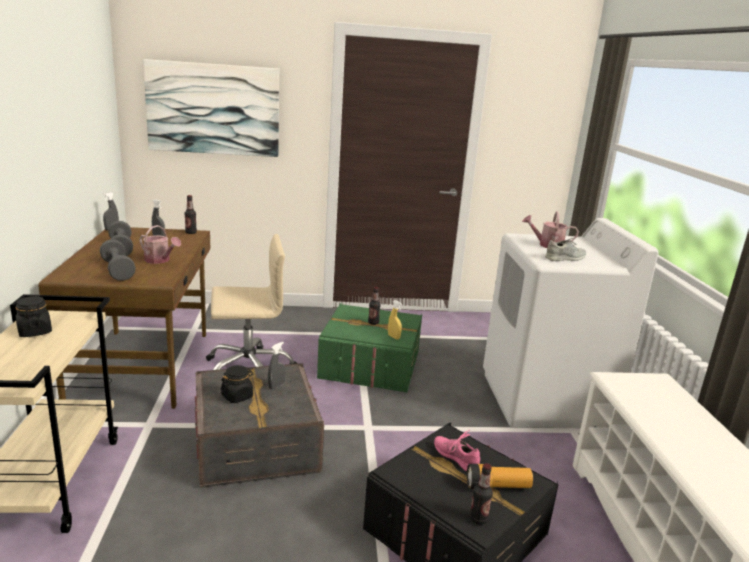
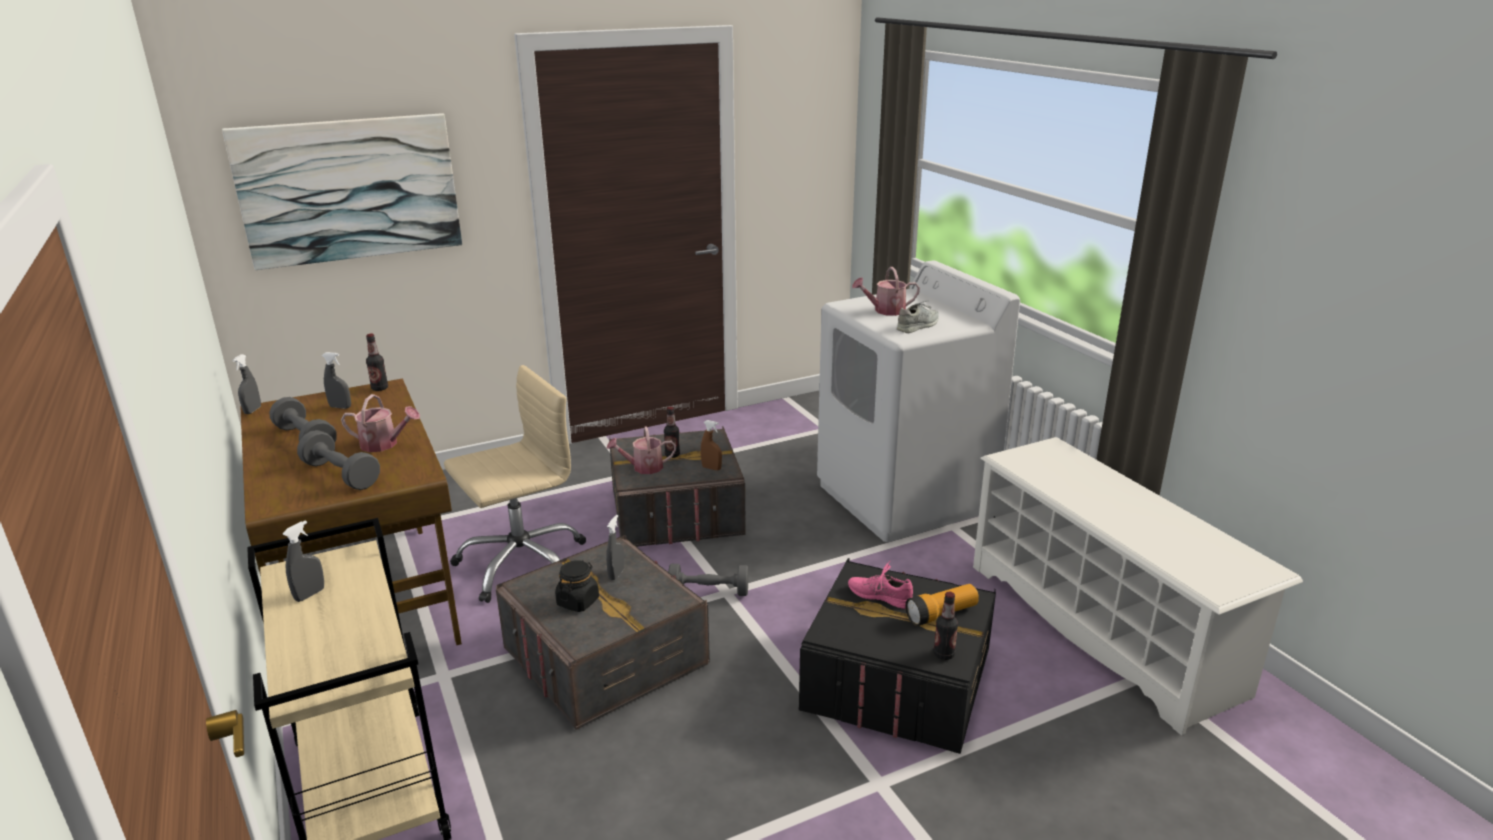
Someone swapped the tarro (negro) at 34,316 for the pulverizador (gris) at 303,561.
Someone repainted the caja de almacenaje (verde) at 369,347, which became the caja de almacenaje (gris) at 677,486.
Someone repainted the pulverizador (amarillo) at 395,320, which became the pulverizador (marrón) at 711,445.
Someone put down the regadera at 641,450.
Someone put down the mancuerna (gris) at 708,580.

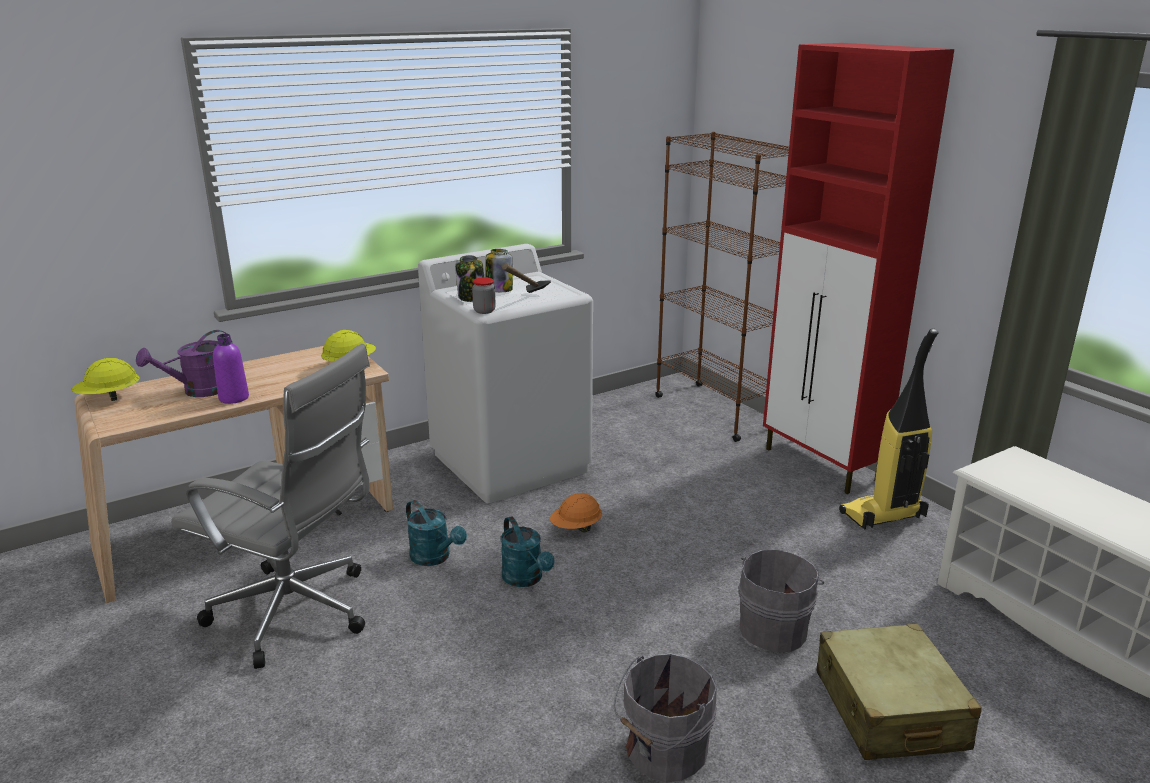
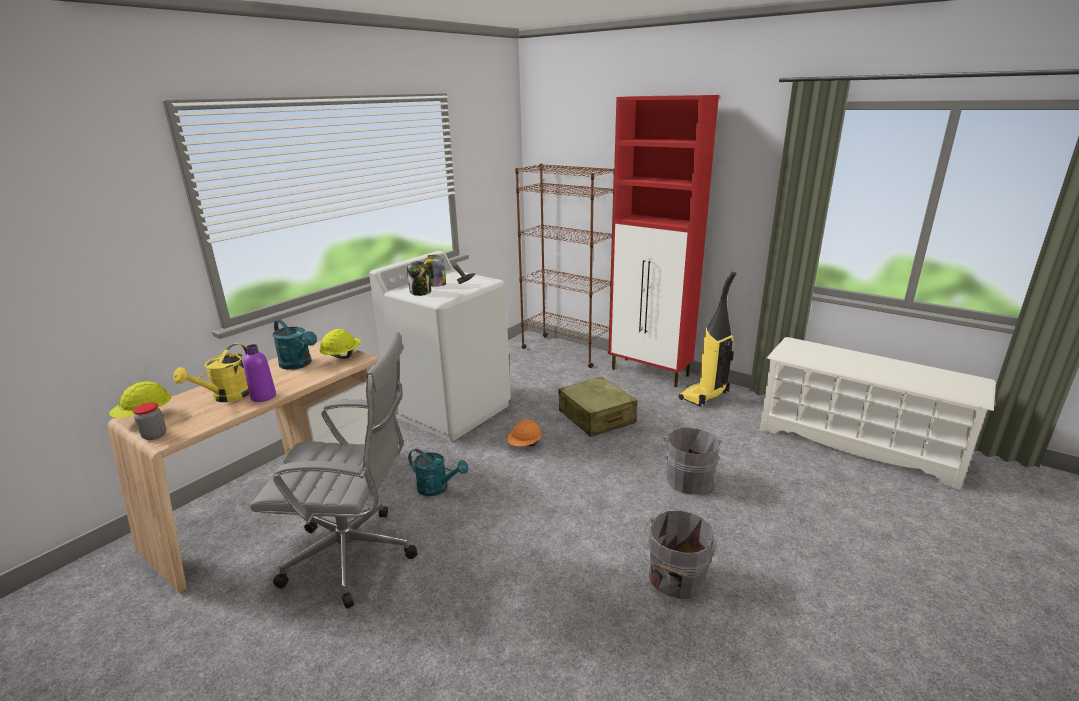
Someone repainted the regadera (morado) at 184,363, which became the regadera (amarillo) at 211,373.
Someone carried the tarro from 484,295 to 149,421.
Someone carried the regadera (turquesa) from 527,551 to 294,345.
Someone carried the maleta (beis) from 899,692 to 597,407.

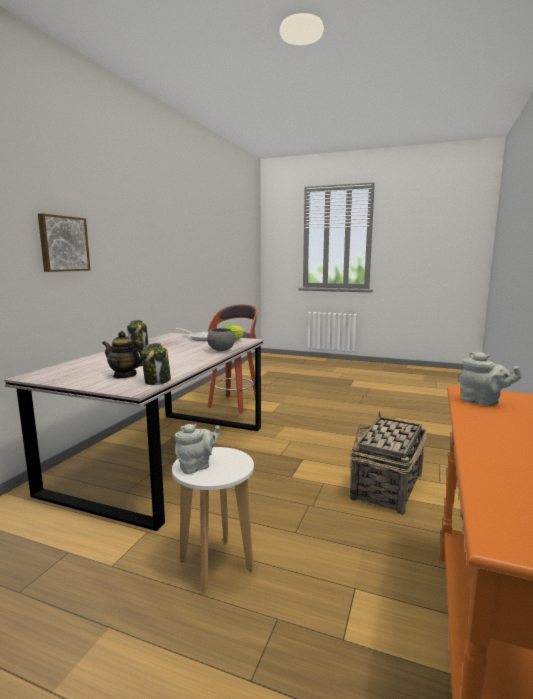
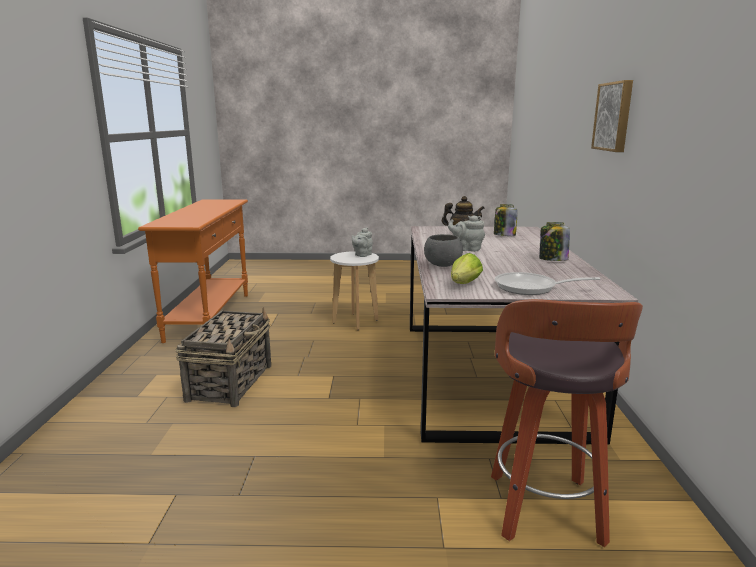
Someone carried the tarro from 156,364 to 506,220.
Someone carried the tetera (gris) from 490,379 to 466,233.

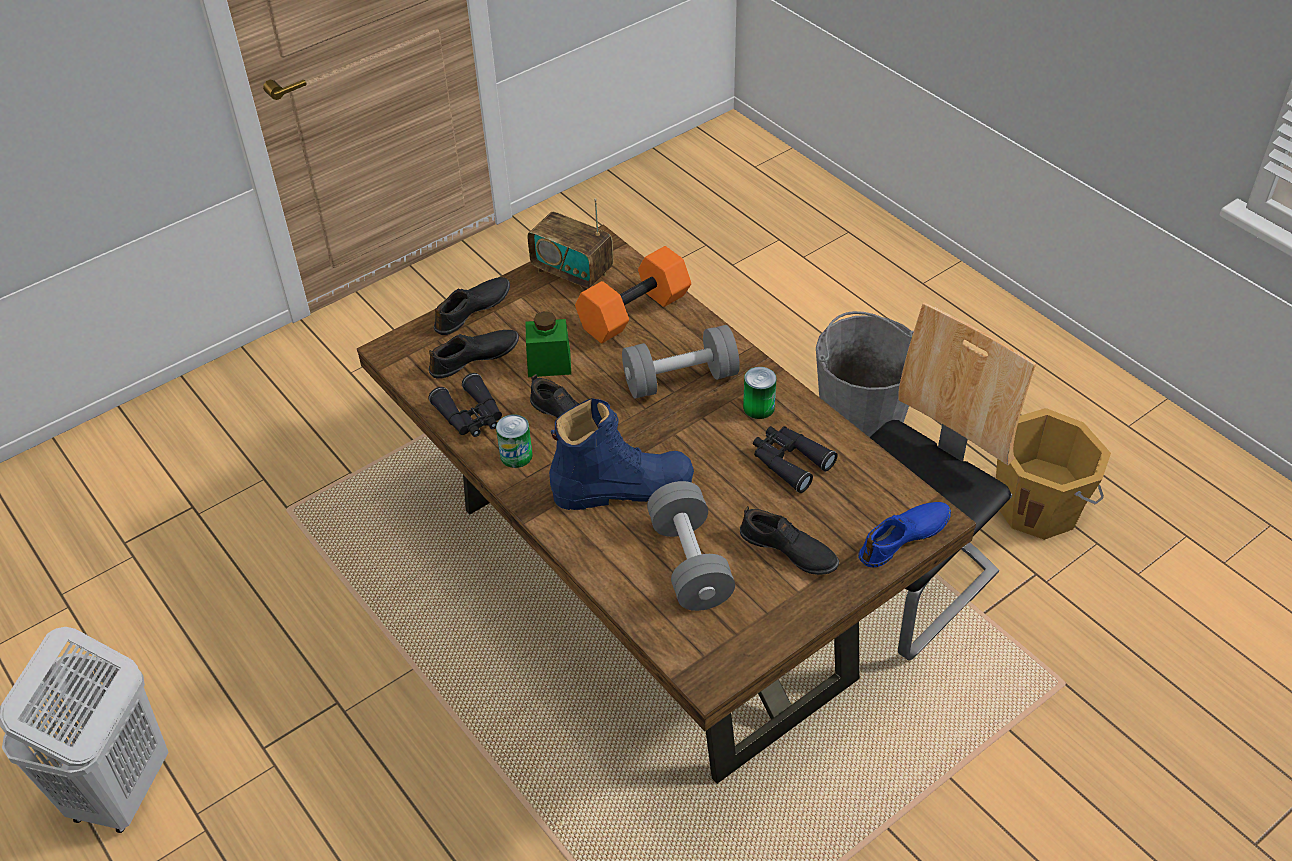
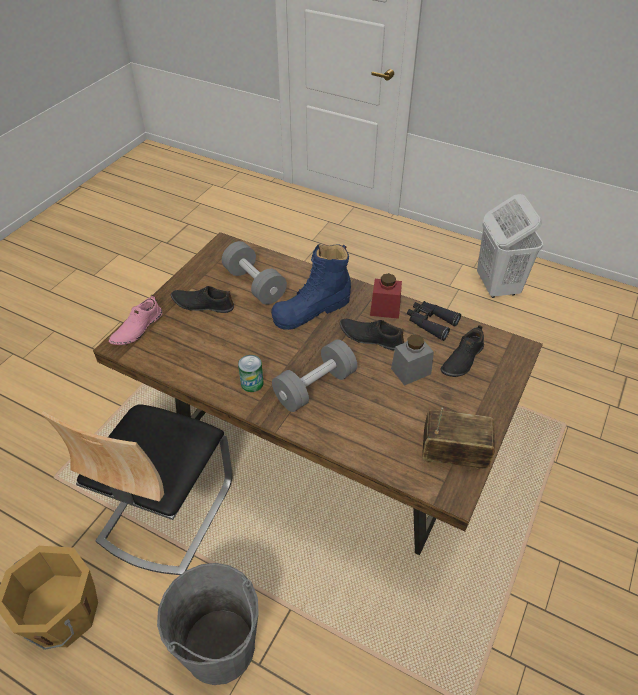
Someone took away the zapato (negro) at 472,306.
Someone swapped the lata at 514,441 for the tarro (rojo) at 386,296.
Someone repainted the tarro (verde) at 548,344, which became the tarro (gris) at 412,360.
Someone took away the mancuerna (naranja) at 633,294.
Someone took away the prismáticos (negro) at 795,459.
Someone repainted the zapato (azul) at 904,535, which became the zapato (rosa) at 135,320.

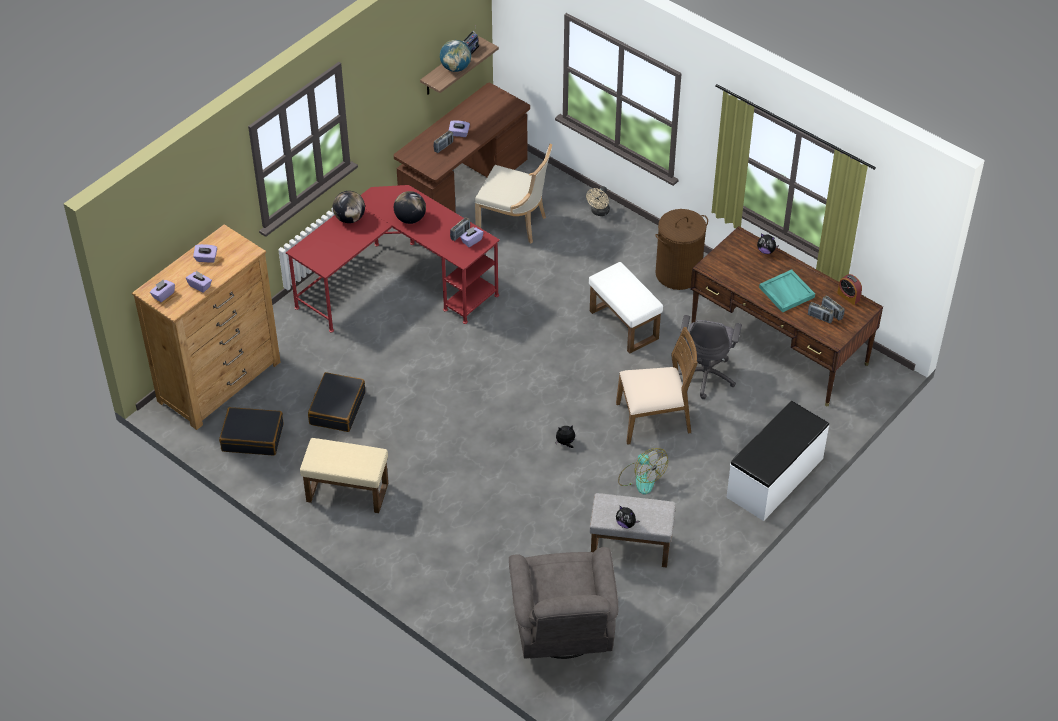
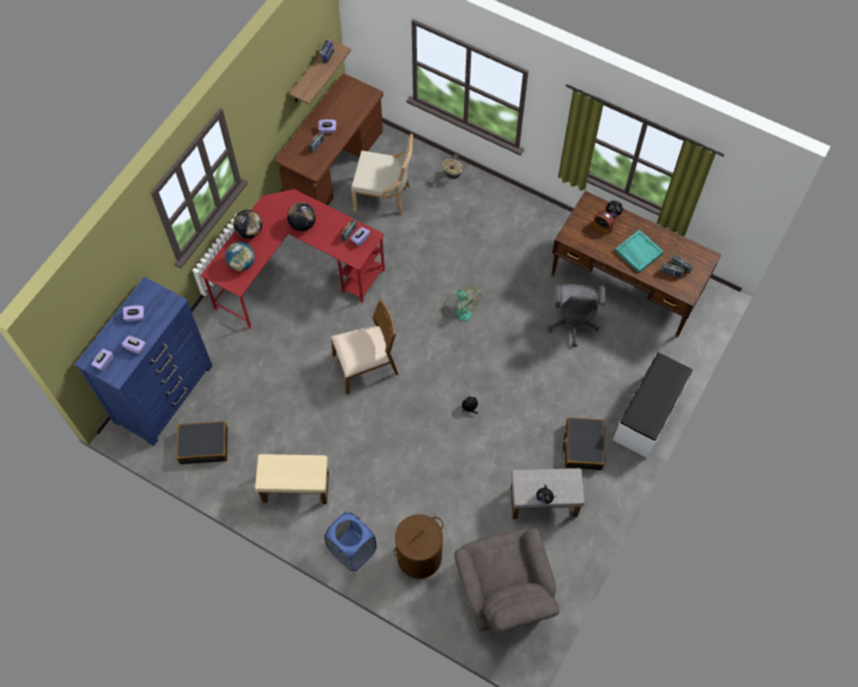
Someone repainted the cómoda (marrón) at 206,327, which became the cómoda (azul) at 143,361.
Someone carried the maleta (negro) from 336,402 to 584,443.
Someone carried the globo terráqueo from 455,56 to 240,256.
Someone took away the puf (blanco) at 626,307.
Someone carried the silla (marrón) from 657,386 to 365,346.
Someone carried the ventilador from 643,471 to 462,304.
Someone carried the cesto de la ropa (marrón) from 681,249 to 418,546.
Someone carried the despertador from 849,289 to 603,223.
Someone put down the cesto de la ropa (azul) at 350,541.

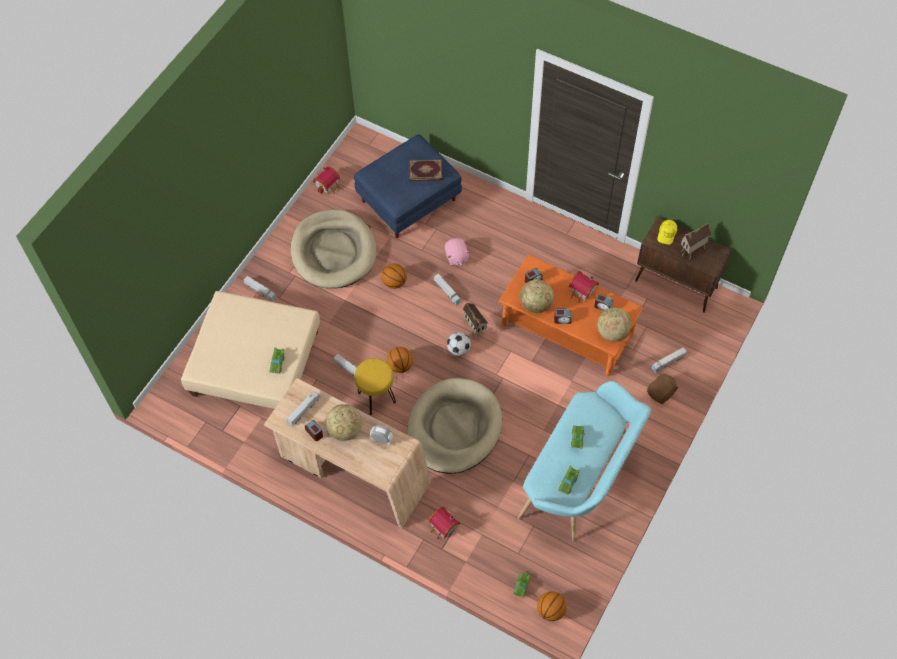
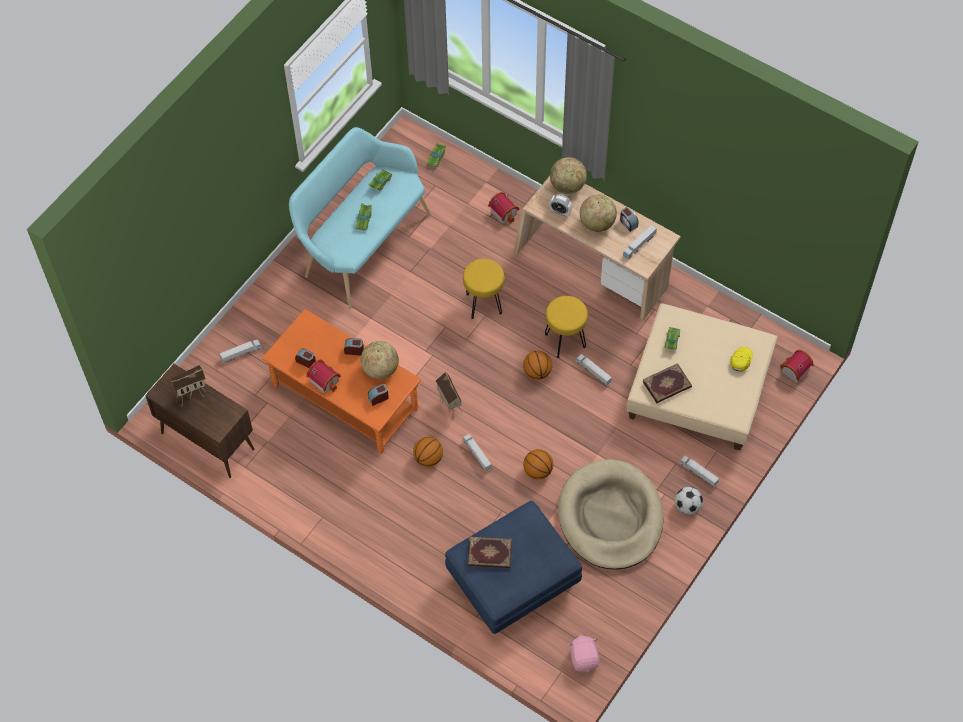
Someone carried the casita from 326,180 to 797,366.
Someone swapped the cama para perro (beis) at 454,426 for the taburete (amarillo) at 484,289.
Someone carried the peluche (rosa) from 457,252 to 584,653.
Someone carried the balón de fútbol from 459,344 to 689,501.
Someone carried the balón de baloncesto from 552,606 to 428,452.
Someone carried the globo terráqueo from 614,324 to 568,175.
Someone took away the peluche (marrón) at 662,388.
Someone carried the gorra (amarillo) from 667,232 to 741,359.
Someone put down the libro at 667,383.

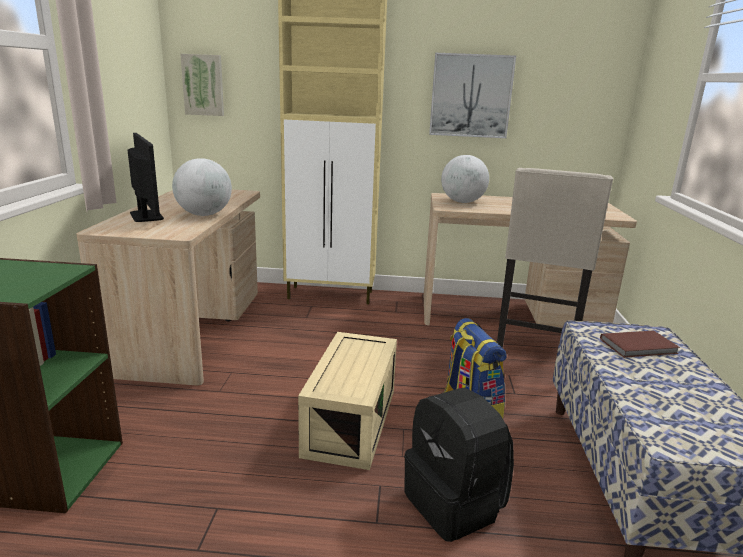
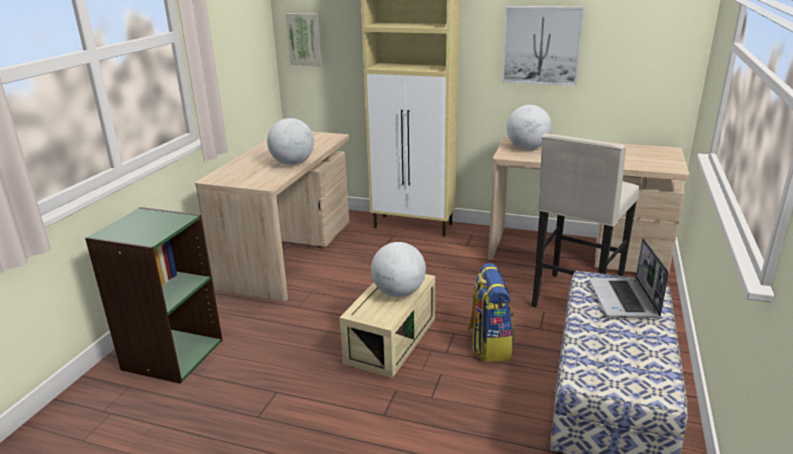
Someone took away the monitor at 146,177.
Someone took away the mochila (negro) at 459,465.
Someone swapped the libro (marrón) at 640,344 for the portátil at 629,278.
Someone put down the globo terráqueo at 398,269.

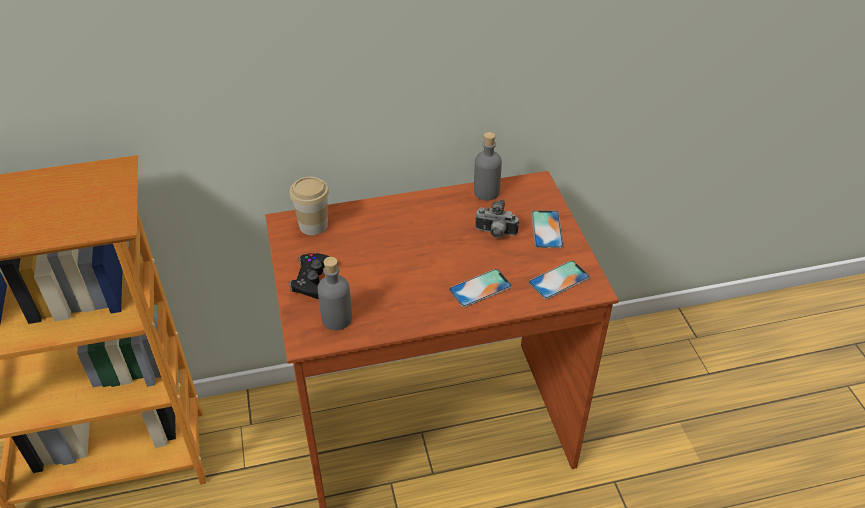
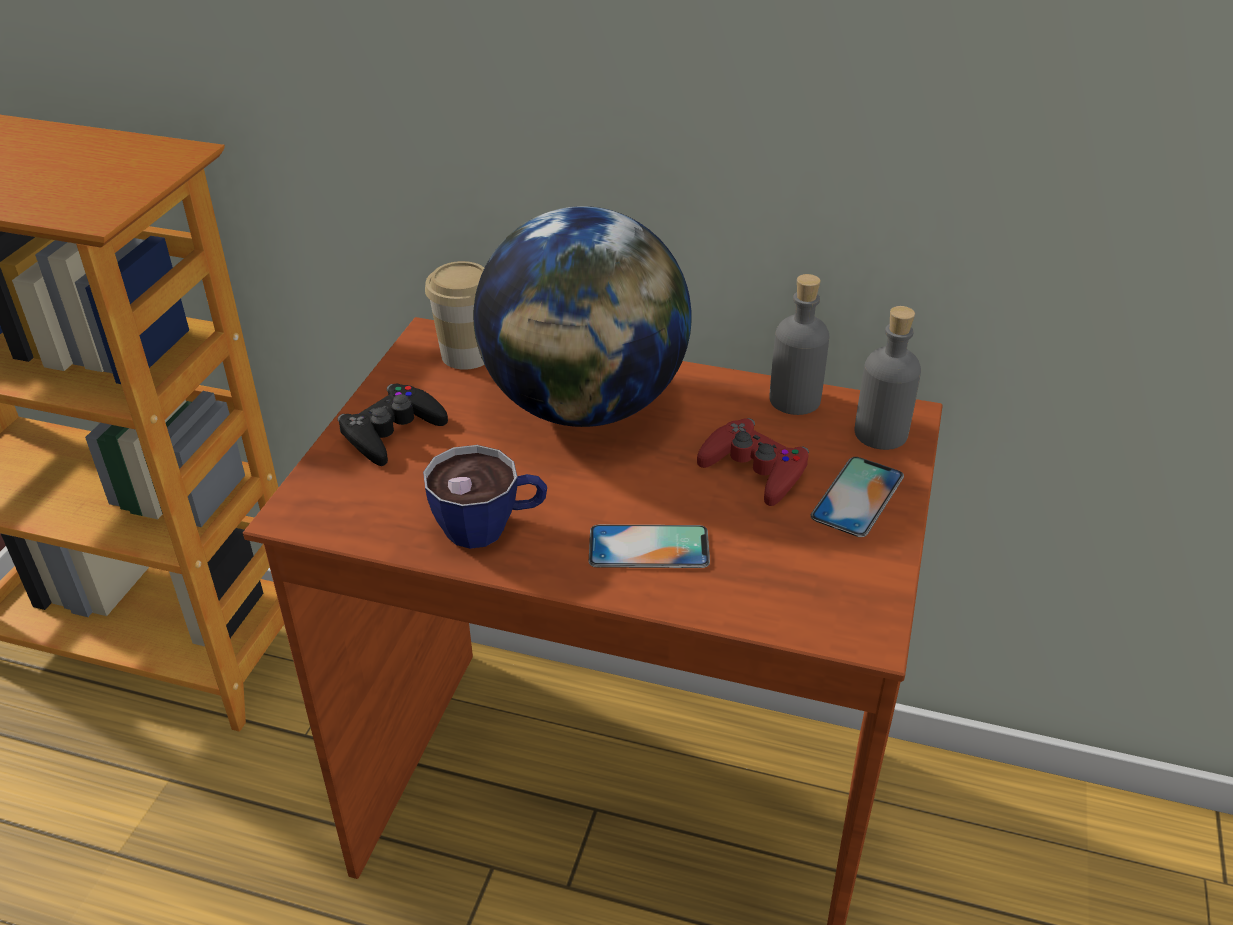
Someone carried the botella (gris) from 335,293 to 887,378.
Someone swapped the cámara at 497,218 for the mando de consola (rojo) at 753,462.
Someone took away the móvil at 559,280.
Someone put down the taza at 485,497.
Someone put down the globo terráqueo at 582,316.

